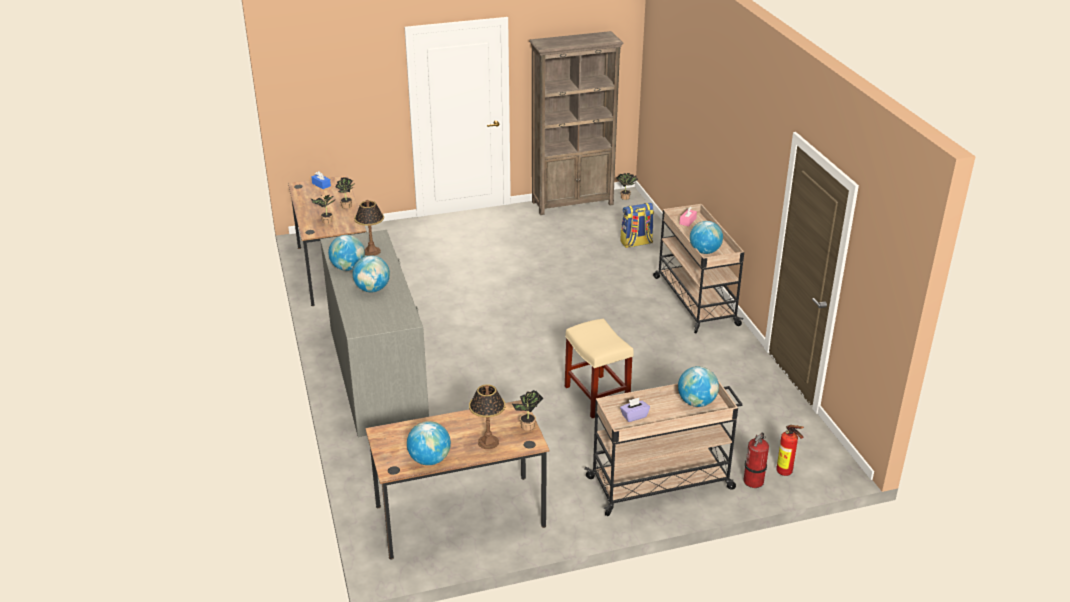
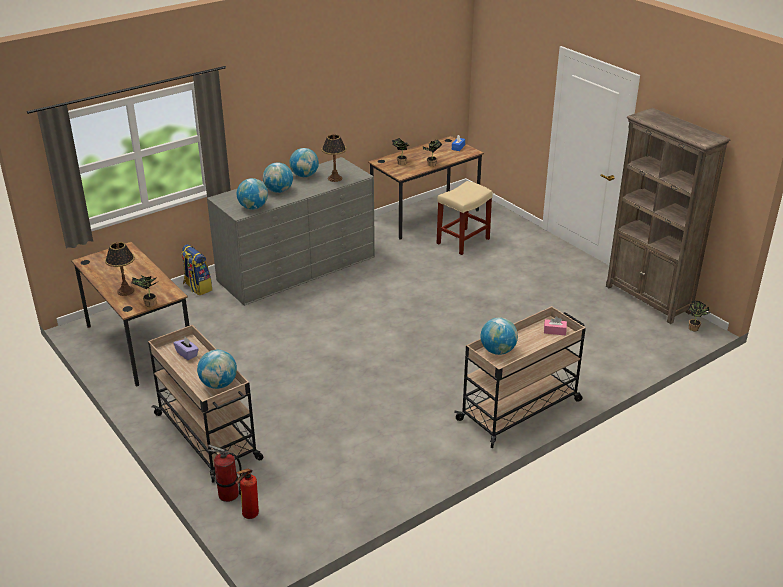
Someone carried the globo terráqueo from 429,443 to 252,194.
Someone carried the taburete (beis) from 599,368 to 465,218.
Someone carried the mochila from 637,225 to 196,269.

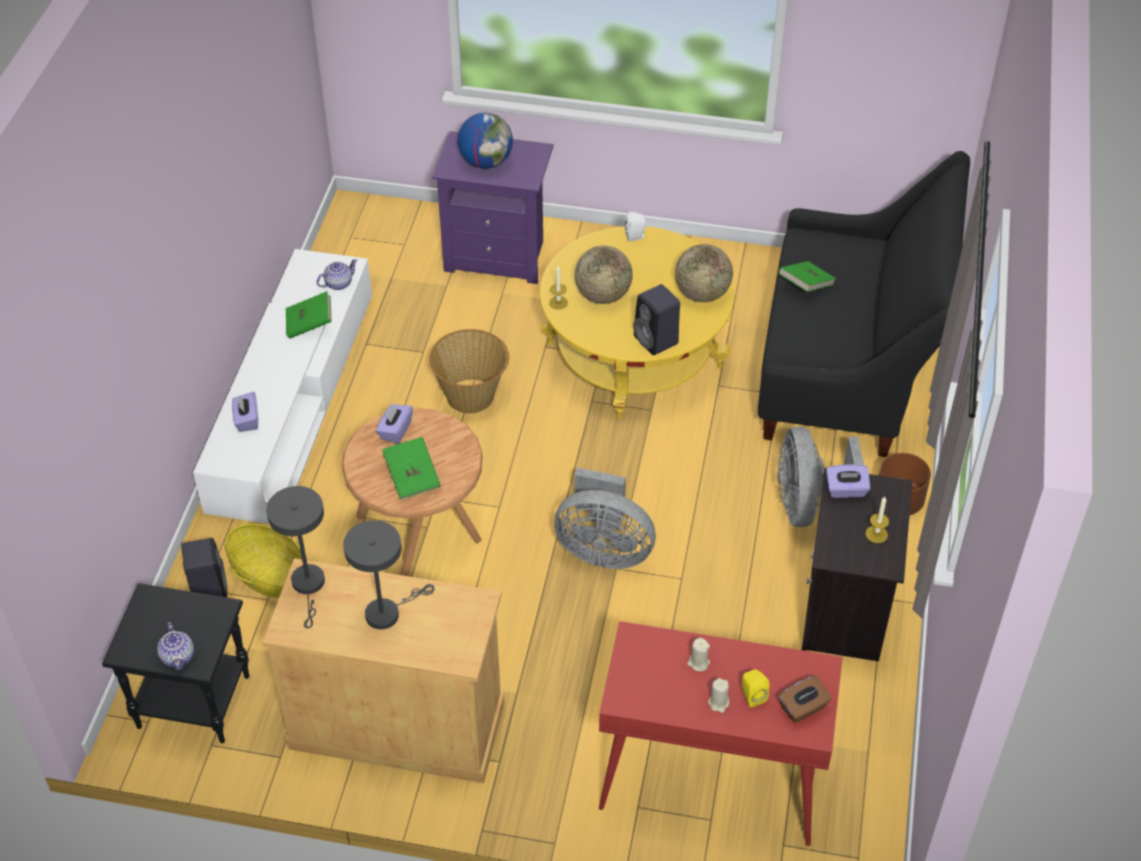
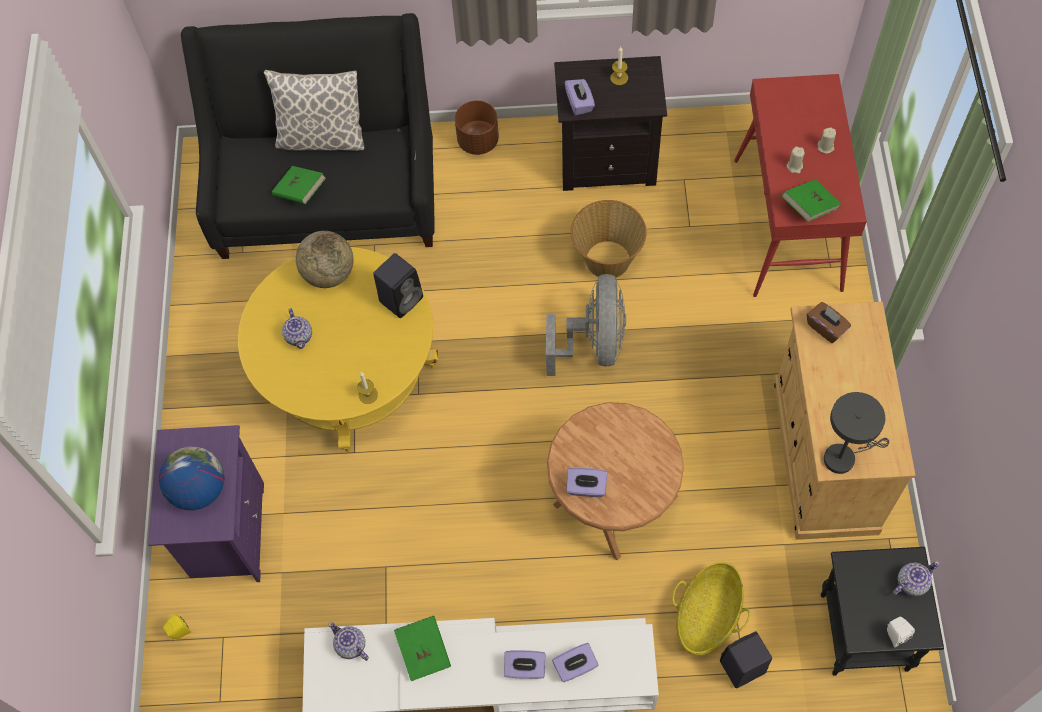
Someone took away the lámpara de mesa (gris) at 388,574.
Someone carried the libro (verde) from 411,468 to 811,200.
Someone carried the cesta from 469,371 to 609,239.
Someone took away the globo terráqueo at 604,275.
Someone carried the altavoz (blanco) from 635,227 to 901,632.
Someone carried the altavoz (amarillo) from 756,688 to 177,627.
Someone took away the ventilador (gris) at 821,476.
Someone carried the caja de pañuelos (marrón) from 805,699 to 829,322.
Someone put down the cojín at 314,110.
Someone put down the tetera at 297,328.
Someone put down the caja de pañuelos (morado) at 525,664.

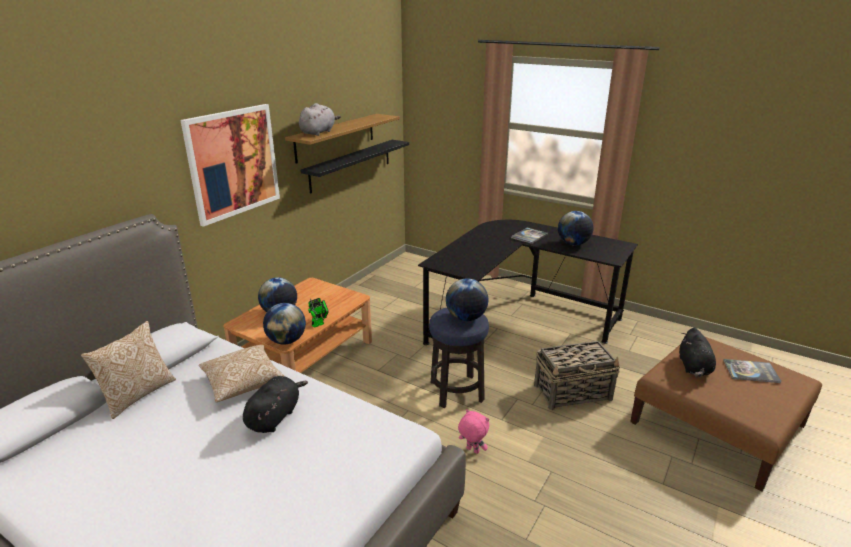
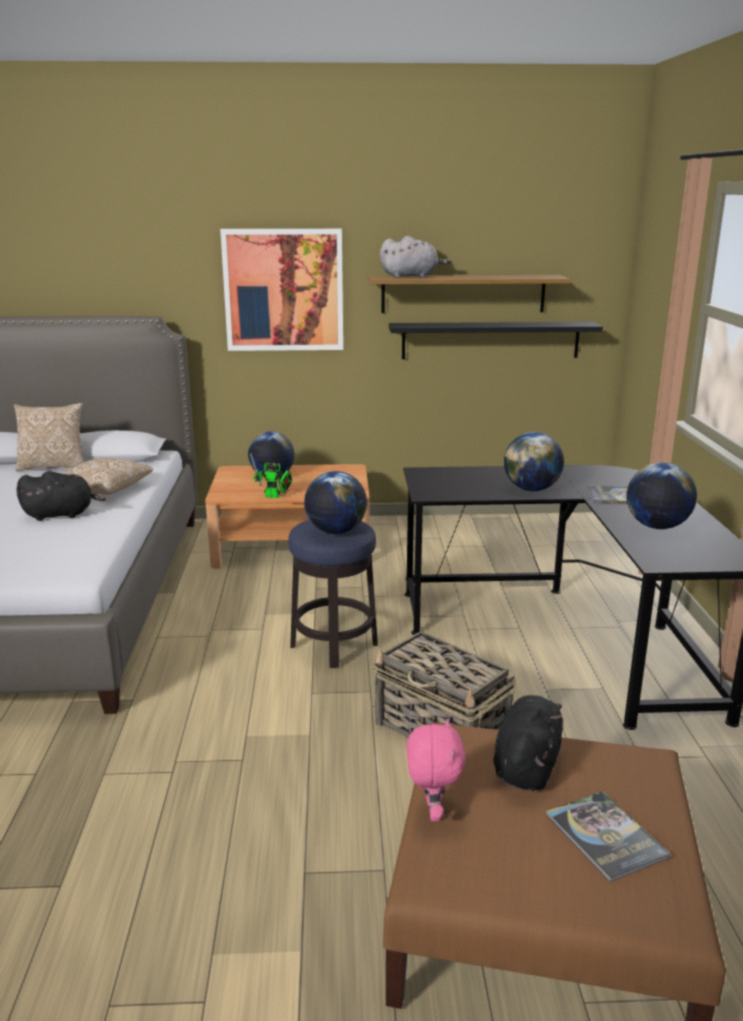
Someone carried the globo terráqueo from 284,324 to 534,461.
Someone carried the peluche (rosa) from 473,431 to 436,769.
Someone rotated the peluche (negro) at 697,352 by 135 degrees clockwise.

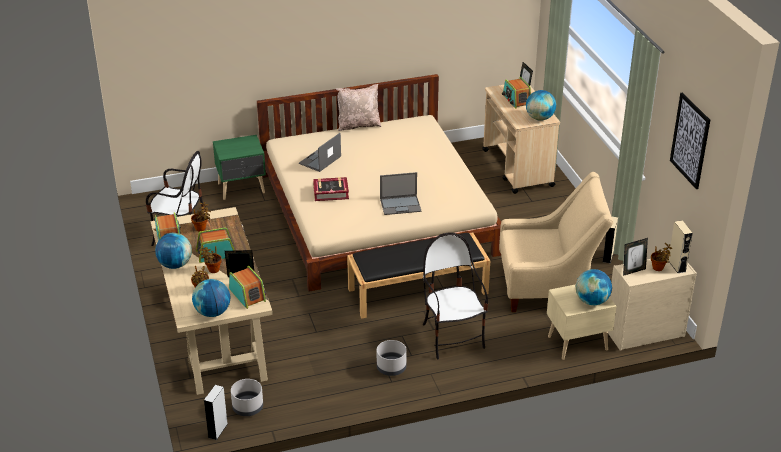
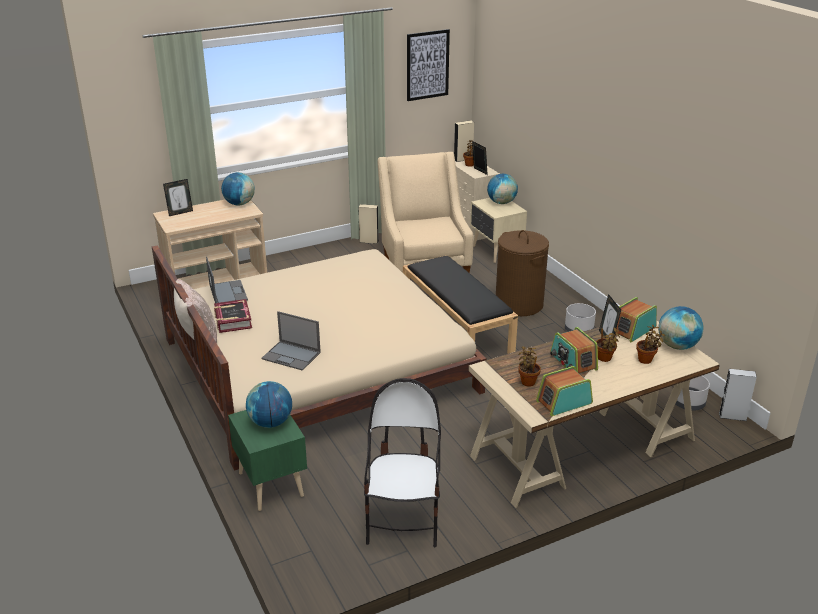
Someone carried the globo terráqueo from 173,251 to 269,404.
Someone carried the libro from 331,189 to 233,316.
Someone carried the portátil from 401,193 to 227,280.
Someone swapped the silla at 455,295 for the cesto de la ropa (marrón) at 522,273.
Someone took away the radio at 516,92.

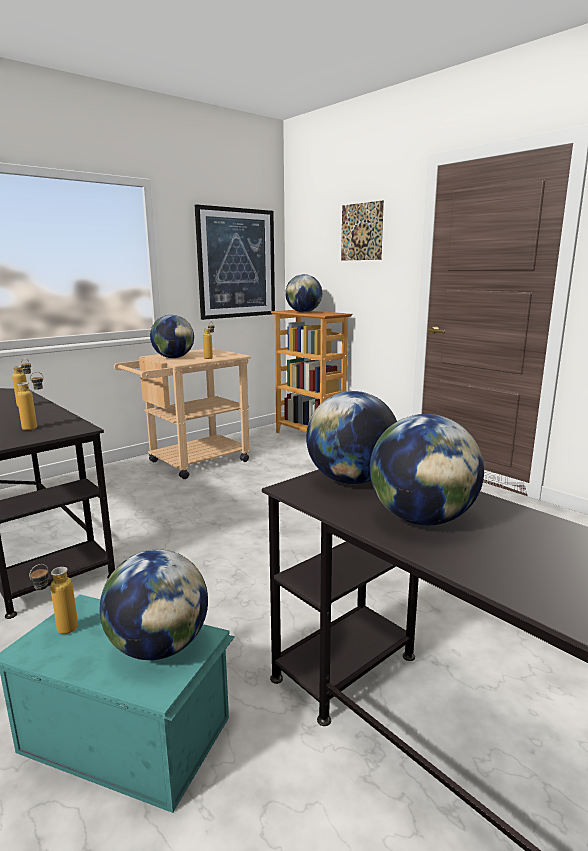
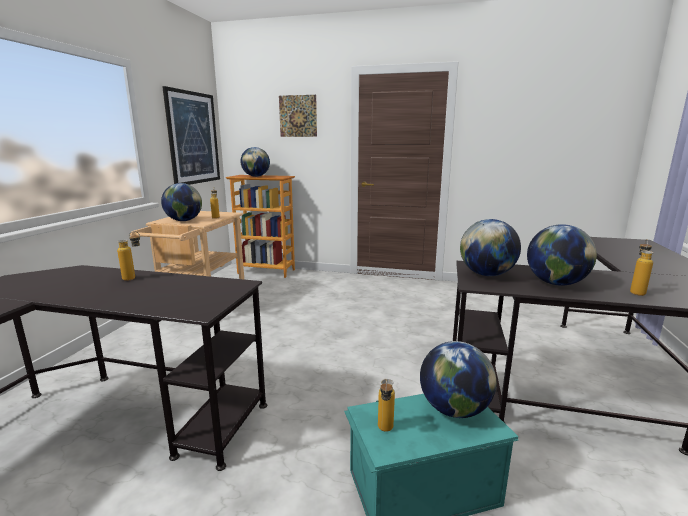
Someone carried the botella from 30,401 to 641,267.

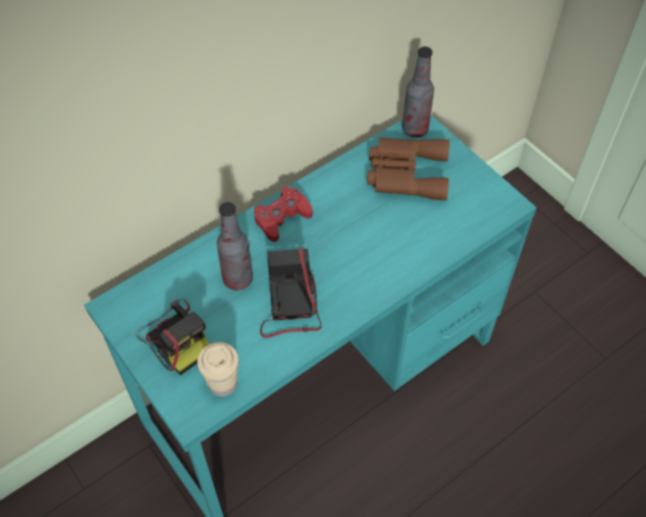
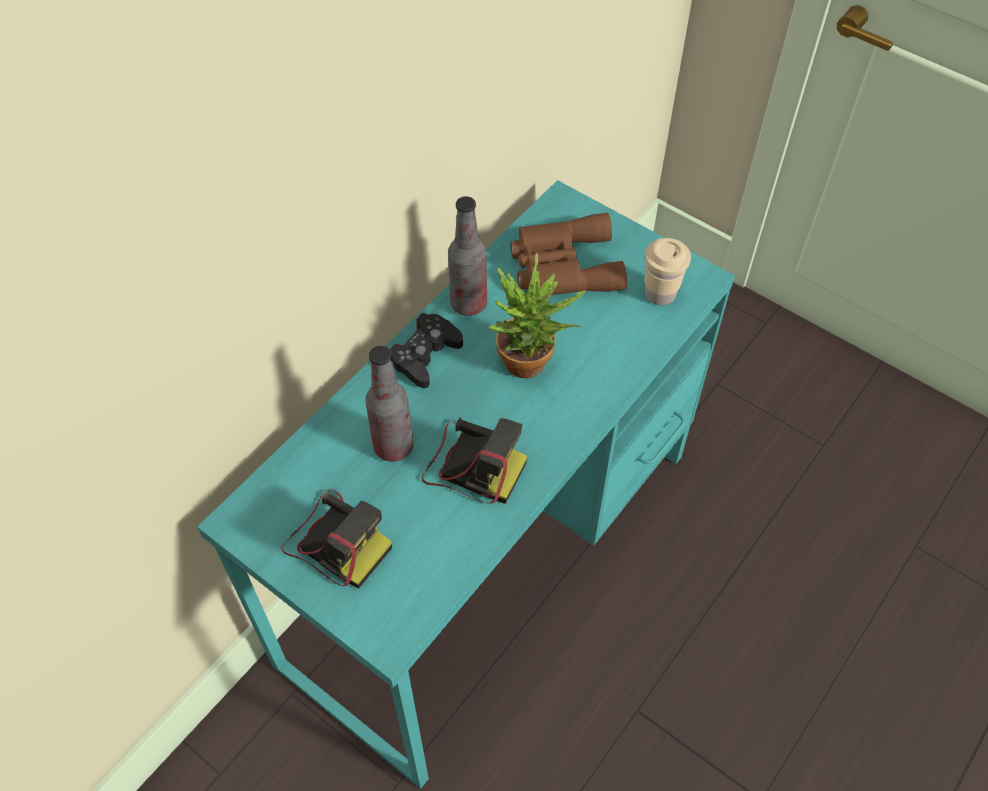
Someone carried the taza (beis) from 218,369 to 668,271.
Someone repainted the mando de consola (rojo) at 283,214, which became the mando de consola (negro) at 426,350.
Someone rotated the cámara at 290,293 by 135 degrees clockwise.
Someone carried the botella from 418,92 to 467,256.
Someone put down the planta en maceta at 537,315.

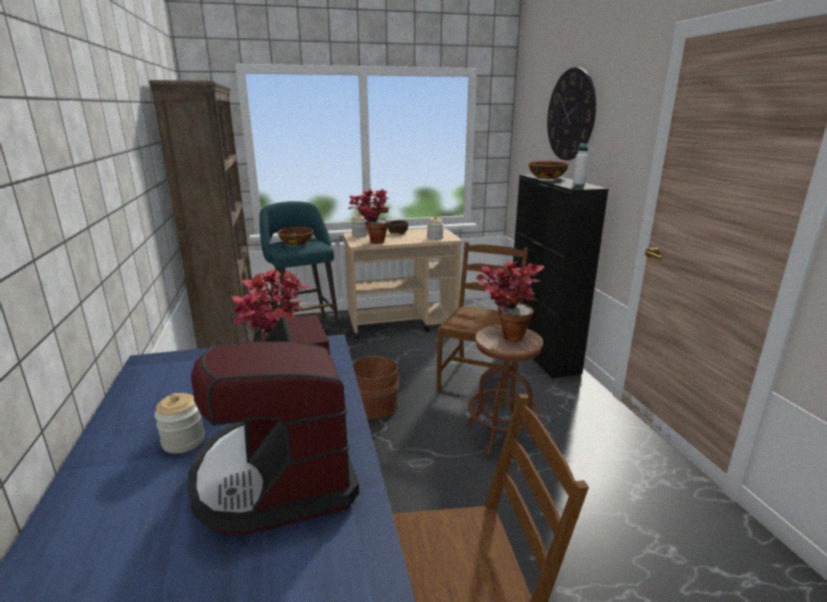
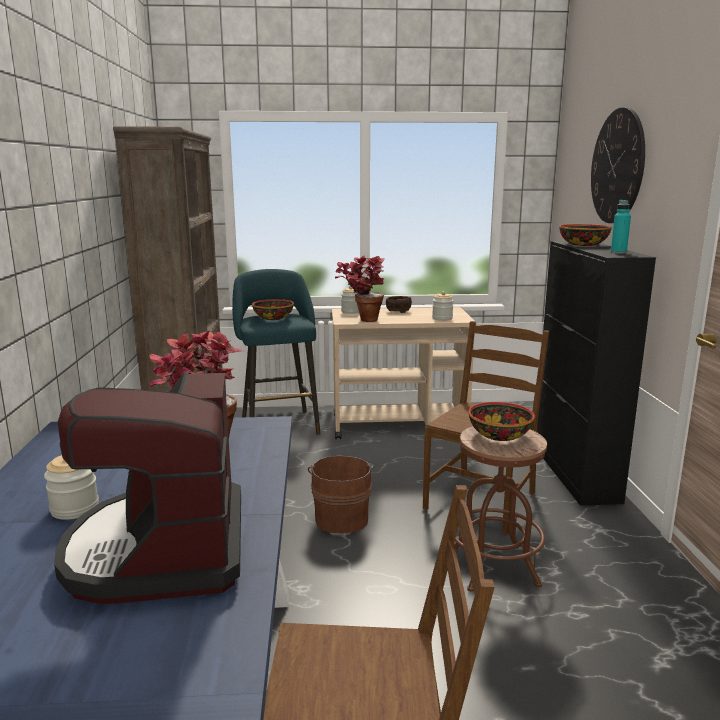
Someone swapped the planta en maceta at 510,301 for the cuenco at 502,421.
Someone repainted the botella (blanco) at 580,164, which became the botella (turquesa) at 621,227.

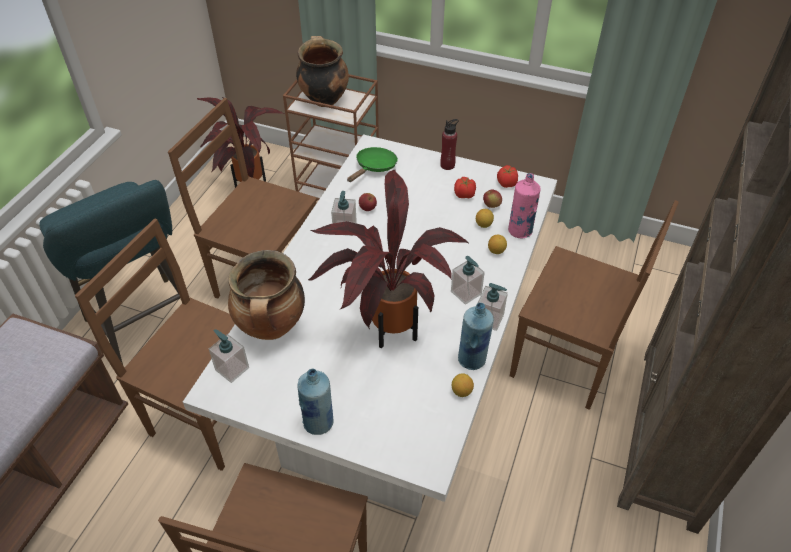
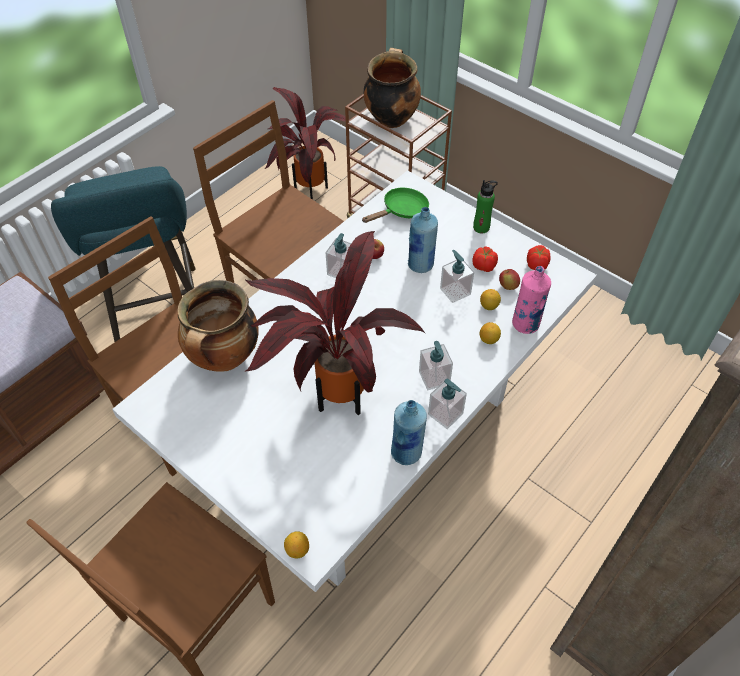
Someone carried the dispensador de jabón from 229,356 to 457,276.
Someone carried the botella (azul) from 316,401 to 423,240.
Someone repainted the botella (rojo) at 449,144, which became the botella (verde) at 485,206.
Someone carried the limón from 463,385 to 296,544.
Someone took away the silla (marrón) at 594,305.

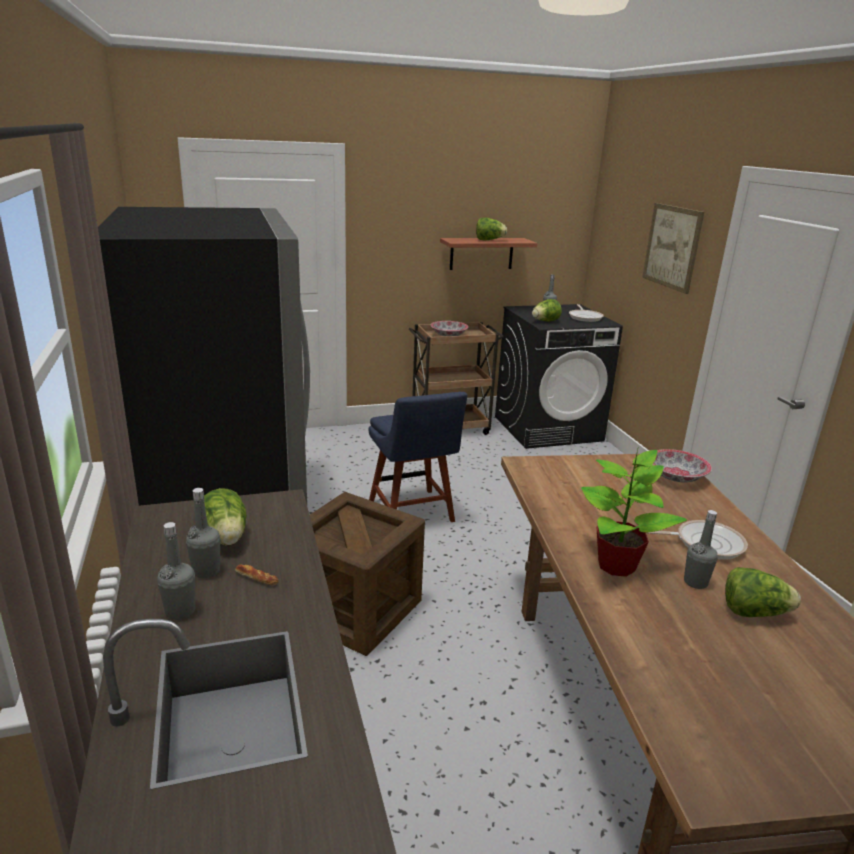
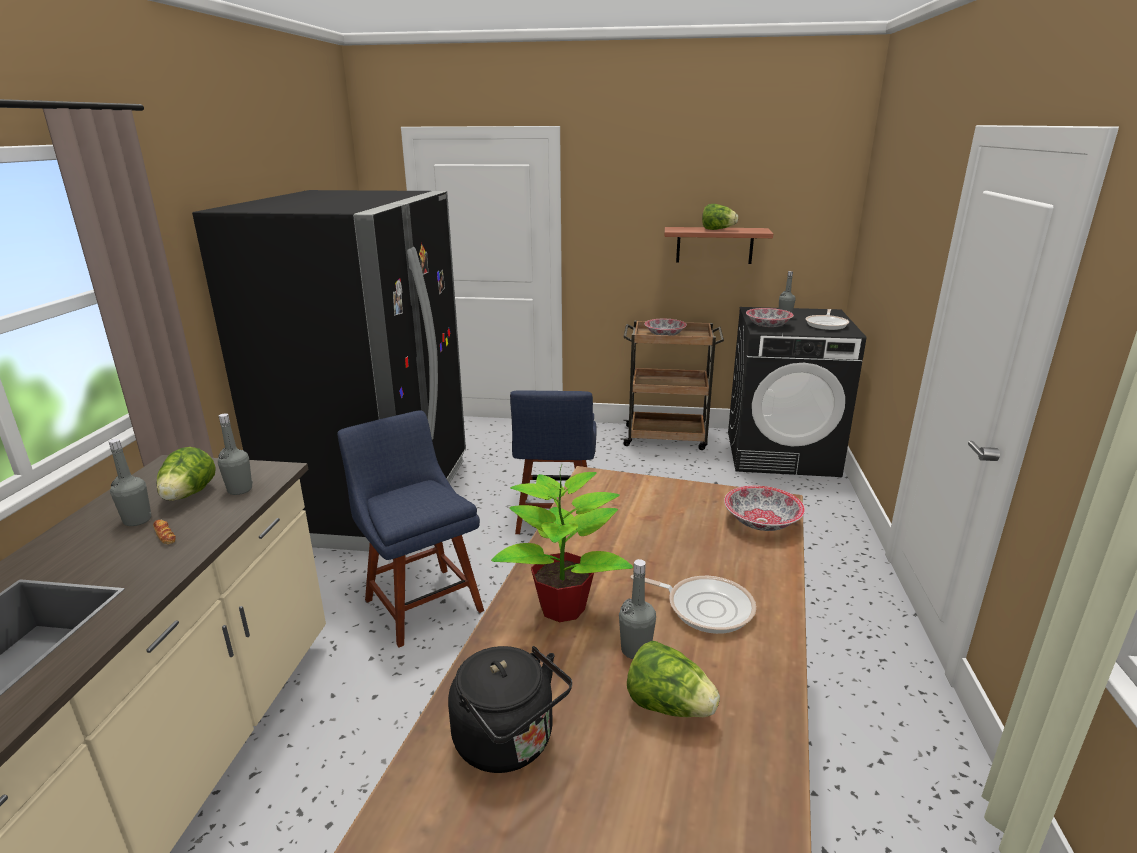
Someone carried the botella (gris) from 176,571 to 235,454.
Someone swapped the caja de embalaje at 367,574 for the silla (azul) at 410,529.
Someone swapped the lechuga at 547,310 for the cuenco at 770,317.
Someone took away the cuadro at 673,248.
Someone put down the hervidor (negro) at 510,709.

